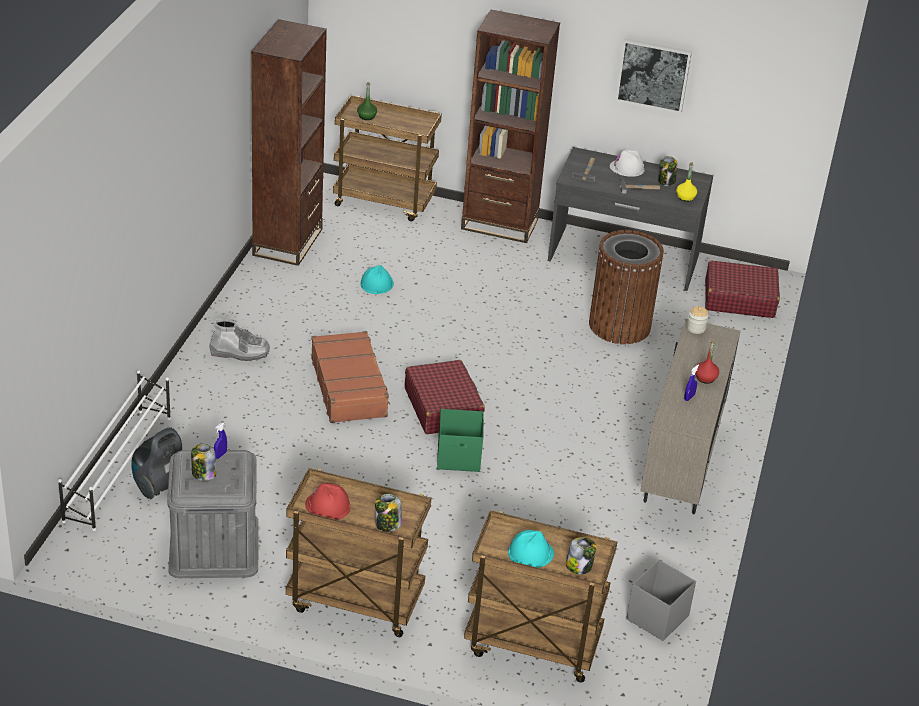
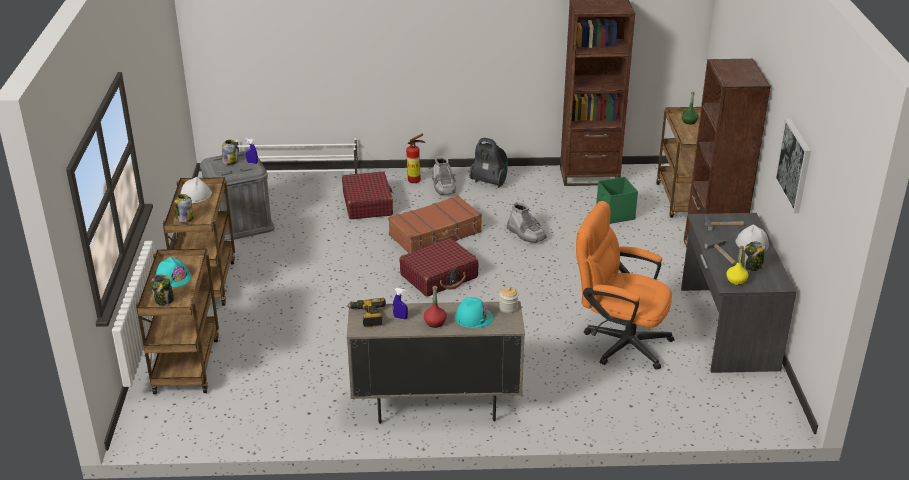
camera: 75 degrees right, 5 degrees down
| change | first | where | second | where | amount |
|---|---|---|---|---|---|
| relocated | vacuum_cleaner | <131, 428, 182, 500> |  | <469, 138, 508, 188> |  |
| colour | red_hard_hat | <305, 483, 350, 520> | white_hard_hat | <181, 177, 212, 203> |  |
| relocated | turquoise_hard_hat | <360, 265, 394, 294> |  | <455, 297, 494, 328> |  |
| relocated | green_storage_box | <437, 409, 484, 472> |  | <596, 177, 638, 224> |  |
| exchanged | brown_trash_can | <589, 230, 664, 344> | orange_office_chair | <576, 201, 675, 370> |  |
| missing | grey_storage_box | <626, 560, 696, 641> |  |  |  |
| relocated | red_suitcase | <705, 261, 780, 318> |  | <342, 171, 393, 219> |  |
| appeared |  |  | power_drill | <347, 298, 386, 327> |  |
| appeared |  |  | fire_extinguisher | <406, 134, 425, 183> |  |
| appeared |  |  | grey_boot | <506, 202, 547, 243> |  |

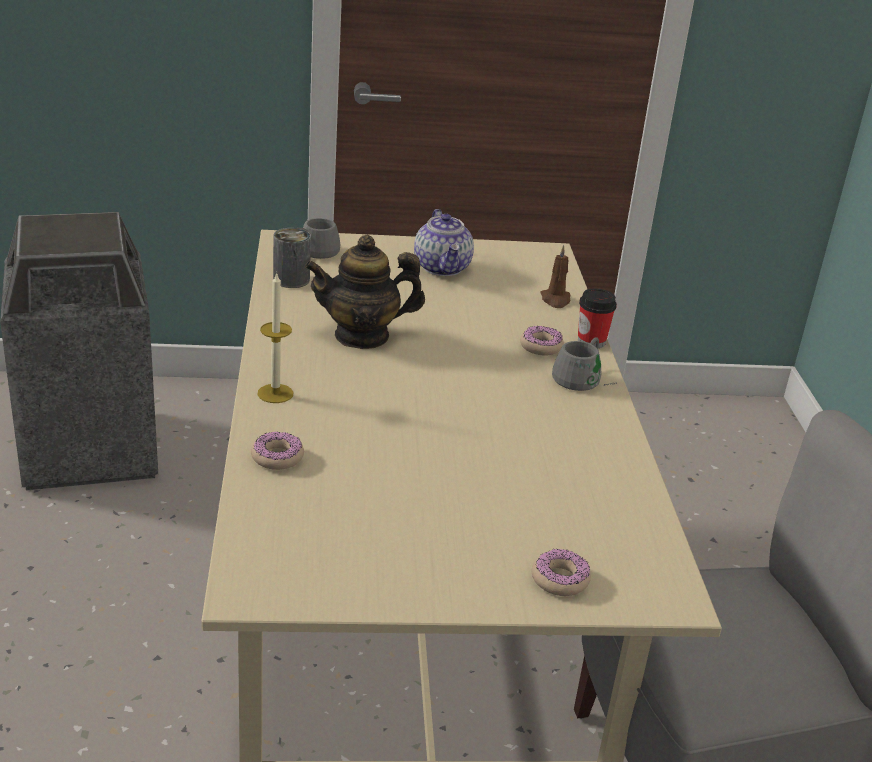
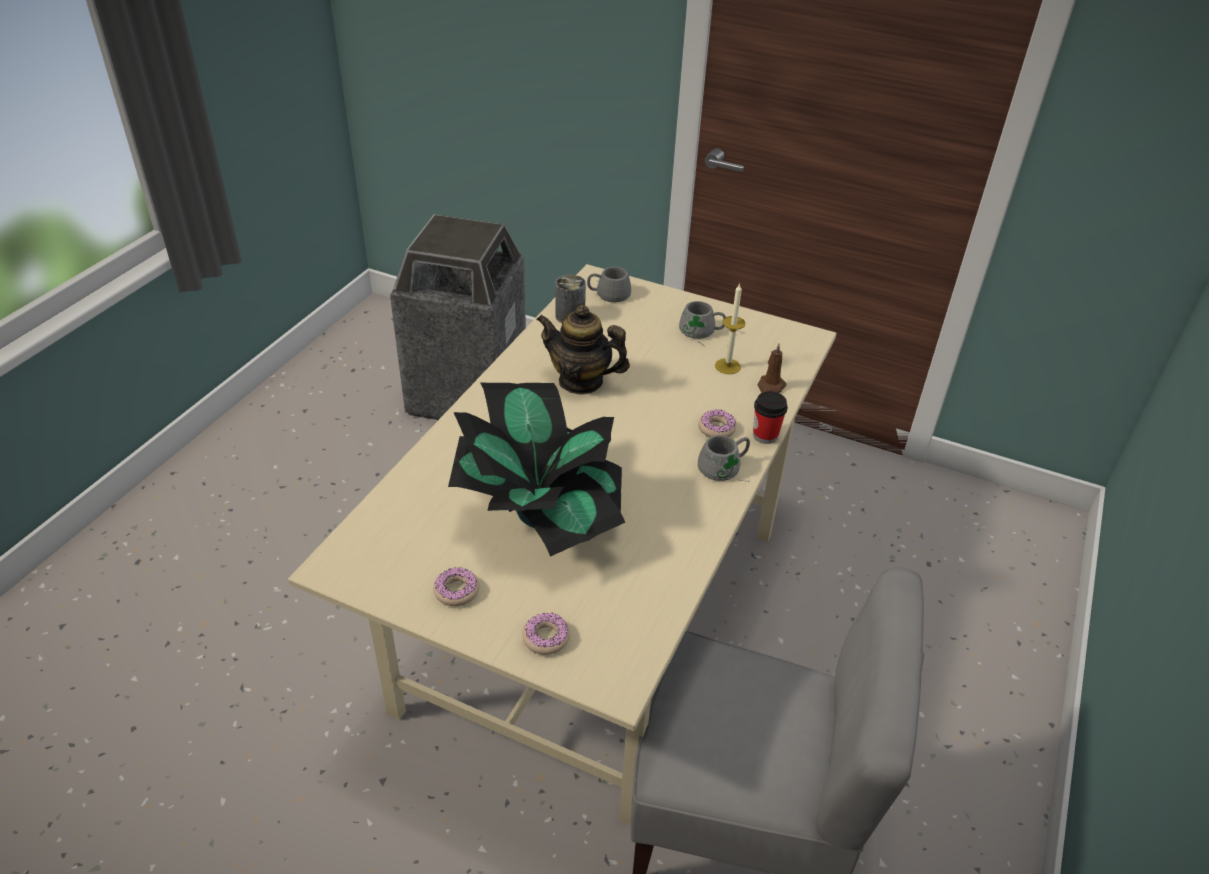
camera: 30 degrees right, 10 degrees up
| change | first | where | second | where | amount |
|---|---|---|---|---|---|
| relocated | donut | <251, 432, 304, 470> |  | <433, 567, 479, 606> |  |
| relocated | candle | <257, 272, 293, 403> |  | <715, 283, 745, 374> |  |
| exchanged | teapot | <414, 209, 474, 276> | grey_mug | <679, 301, 726, 347> |  |
| appeared |  |  | potted_plant | <448, 383, 625, 557> |  |

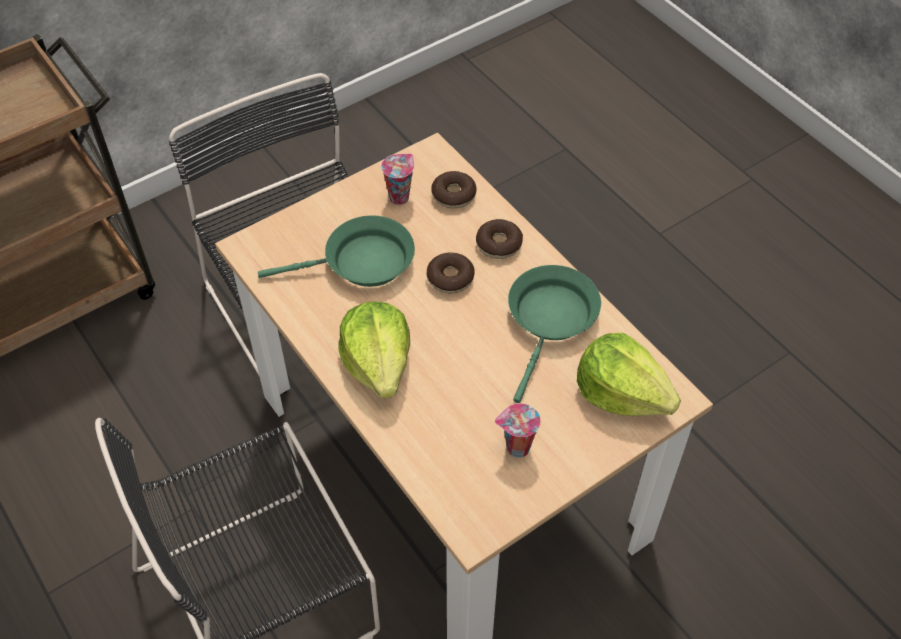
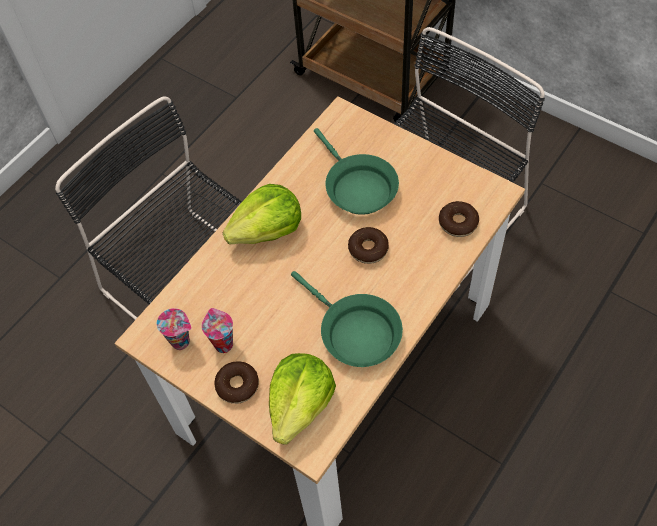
camera: 75 degrees right, 5 degrees up
| change | first | where | second | where | amount |
|---|---|---|---|---|---|
| relocated | cup | <381, 154, 414, 205> |  | <156, 308, 191, 350> |  |
| relocated | donut | <476, 219, 523, 259> |  | <214, 361, 259, 404> |  |
| spun | green_frying_pan | <508, 265, 601, 403> |  | <291, 271, 403, 367> | 45 degrees clockwise |

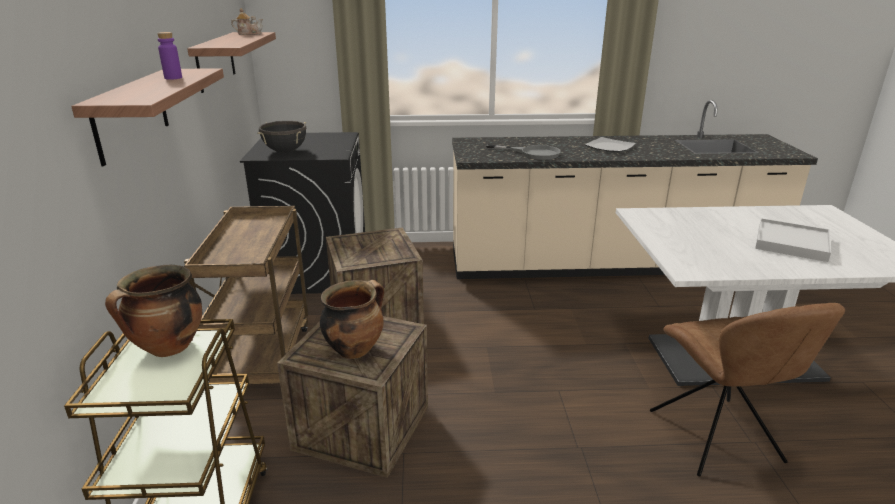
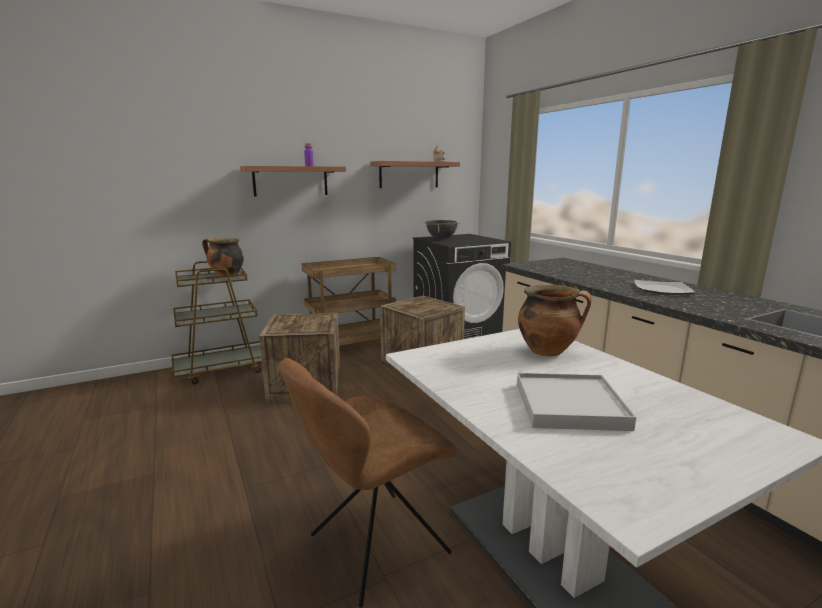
camera: 65 degrees right, 10 degrees down
| change | first | where | second | where | amount |
|---|---|---|---|---|---|
| relocated | cooking_pot | <320, 280, 384, 359> |  | <518, 285, 591, 356> |  |
| missing | grey_frying_pan | <486, 144, 561, 160> |  |  |  |

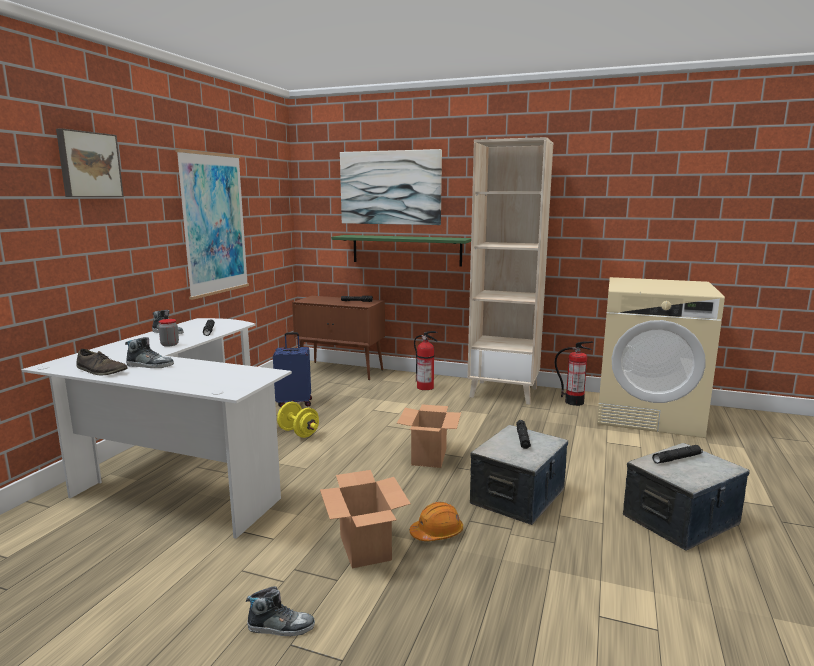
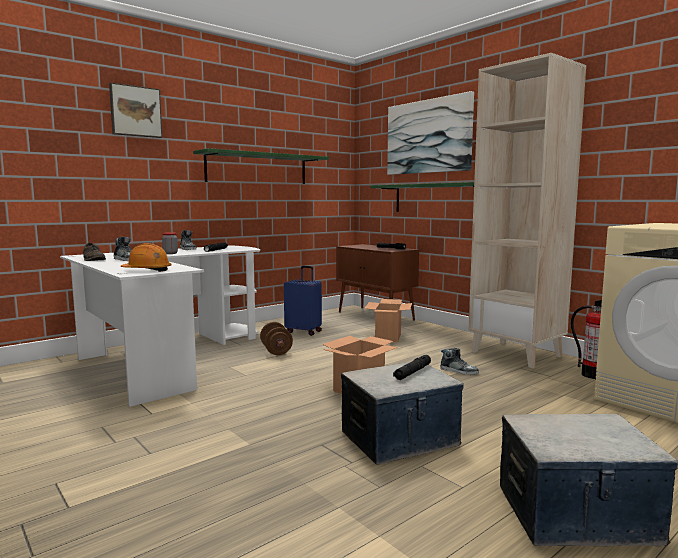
camera: 30 degrees right, 5 degrees down
| change | first | where | second | where | amount |
|---|---|---|---|---|---|
| exchanged | picture | <175, 149, 249, 300> | green_shelf | <193, 148, 329, 184> |  |
| relocated | shoe | <246, 586, 315, 636> |  | <440, 348, 479, 375> |  |
| colour | yellow_dumbbell | <277, 402, 319, 438> | brown_dumbbell | <260, 322, 293, 355> |  |
| relocated | cardboard_box | <320, 470, 411, 568> |  | <364, 299, 412, 342> |  |
| relocated | orange_hard_hat | <410, 502, 463, 541> |  | <121, 243, 172, 272> |  |
| missing | fire_extinguisher | <414, 331, 438, 390> |  |  |  |
| missing | black_flashlight | <652, 445, 703, 464> |  |  |  |

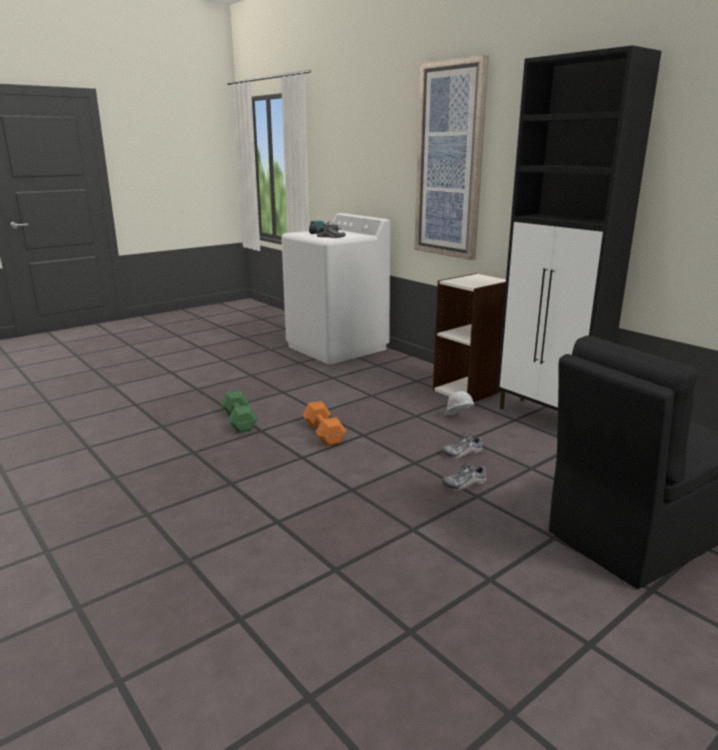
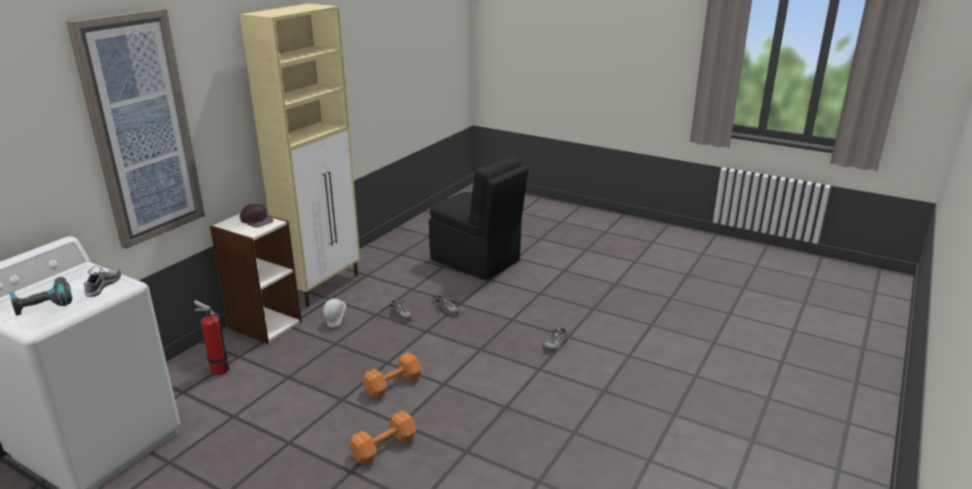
camera: 110 degrees left, 5 degrees up
| change | first | where | second | where | amount |
|---|---|---|---|---|---|
| colour | green_dumbbell | <221, 390, 258, 433> | orange_dumbbell | <349, 410, 416, 465> |  |
| colour | black_cabinet | <497, 45, 662, 411> | beige_cabinet | <240, 4, 360, 307> |  |
| appeared |  |  | fire_extinguisher | <194, 300, 230, 375> |  |
| appeared |  |  | brown_cap | <240, 204, 274, 228> |  |
| appeared |  |  | shoe | <542, 327, 567, 351> |  |

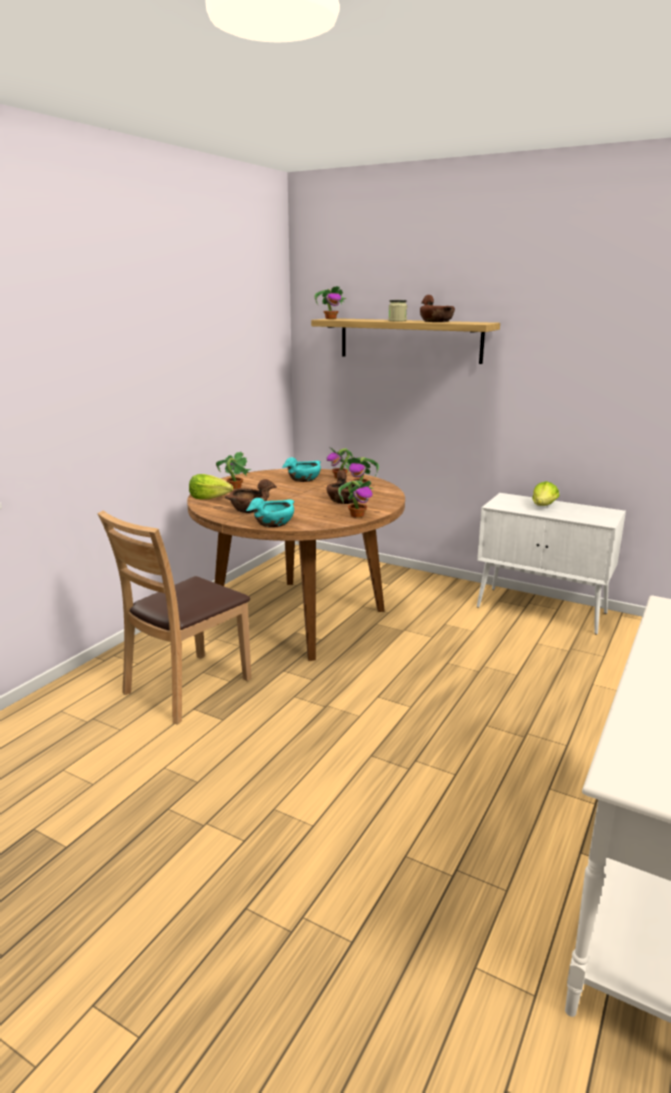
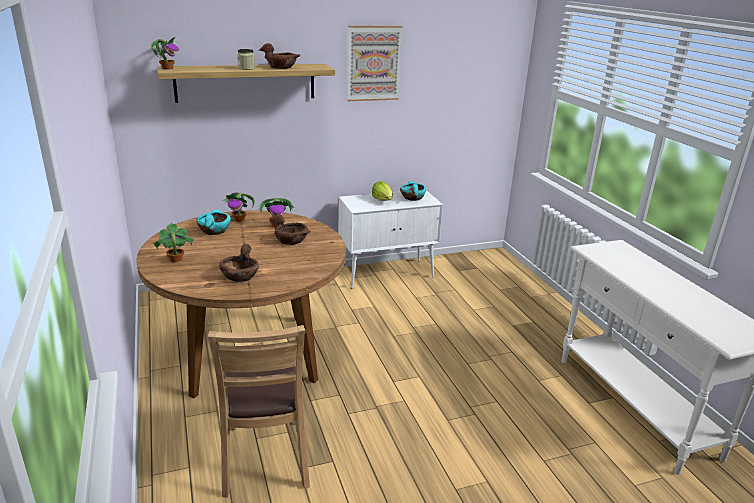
camera: 50 degrees left, 5 degrees up
| change | first | where | second | where | amount |
|---|---|---|---|---|---|
| missing | lettuce | <189, 474, 233, 499> |  |  |  |
| relocated | turquoise_bowl | <246, 498, 294, 527> |  | <400, 181, 426, 201> |  |
| missing | potted_plant | <338, 480, 374, 518> |  |  |  |
| appeared |  |  | picture | <347, 26, 402, 101> |  |

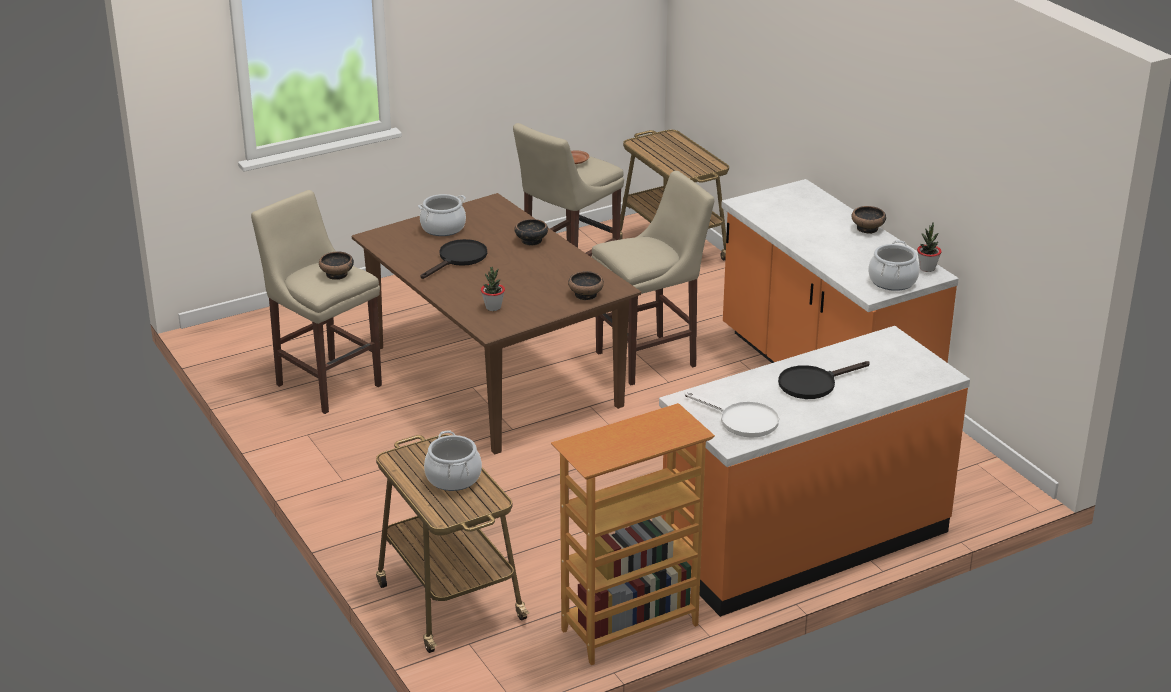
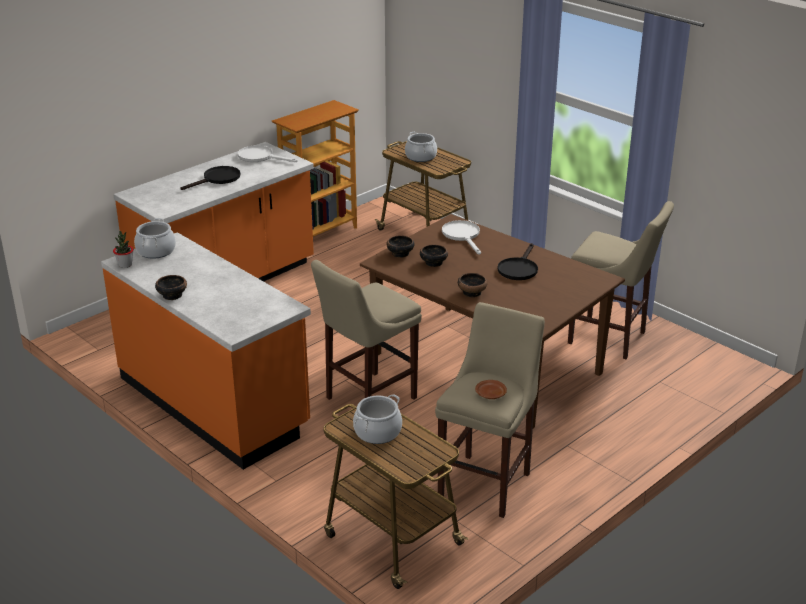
camera: 165 degrees right, 0 degrees up
| change | first | where | second | where | amount |
|---|---|---|---|---|---|
| relocated | bowl | <319, 252, 354, 280> |  | <420, 244, 448, 267> |  |
| relocated | cooking_pot | <418, 194, 466, 236> |  | <353, 394, 402, 444> |  |
| exchanged | potted_plant | <481, 267, 505, 311> | white_frying_pan | <442, 220, 481, 255> |  |

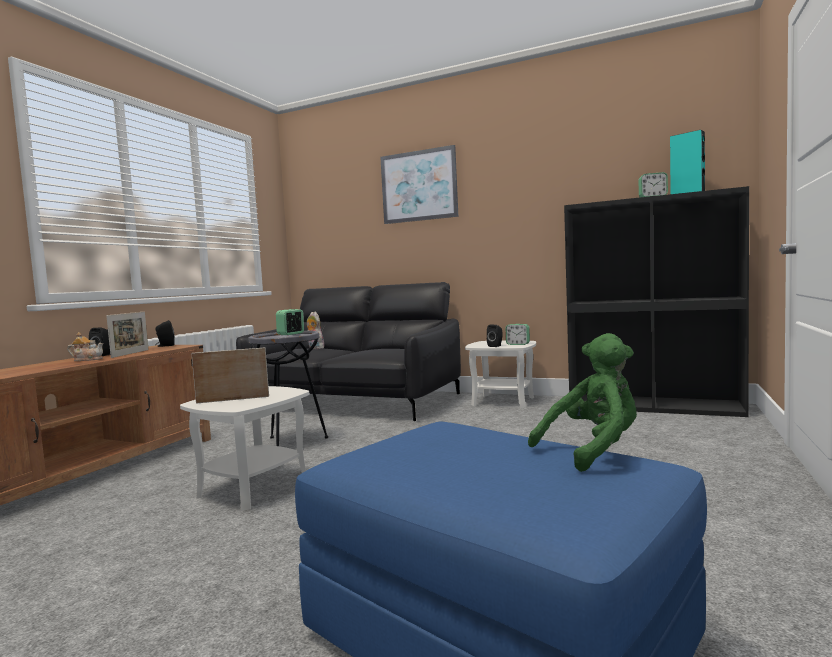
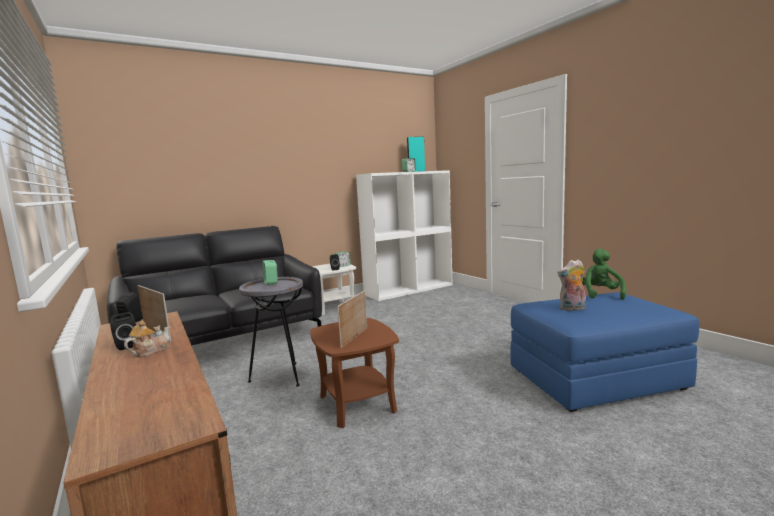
camera: 55 degrees left, 5 degrees up
| change | first | where | second | where | amount |
|---|---|---|---|---|---|
| colour | white_side_table | <180, 386, 309, 511> | brown_side_table | <310, 318, 399, 428> |  |
| relocated | plush_toy | <307, 312, 324, 349> |  | <557, 259, 586, 311> |  |
| missing | picture | <380, 145, 458, 224> |  |  |  |
| colour | black_bookcase | <564, 186, 749, 417> | white_bookcase | <356, 170, 453, 301> |  |

